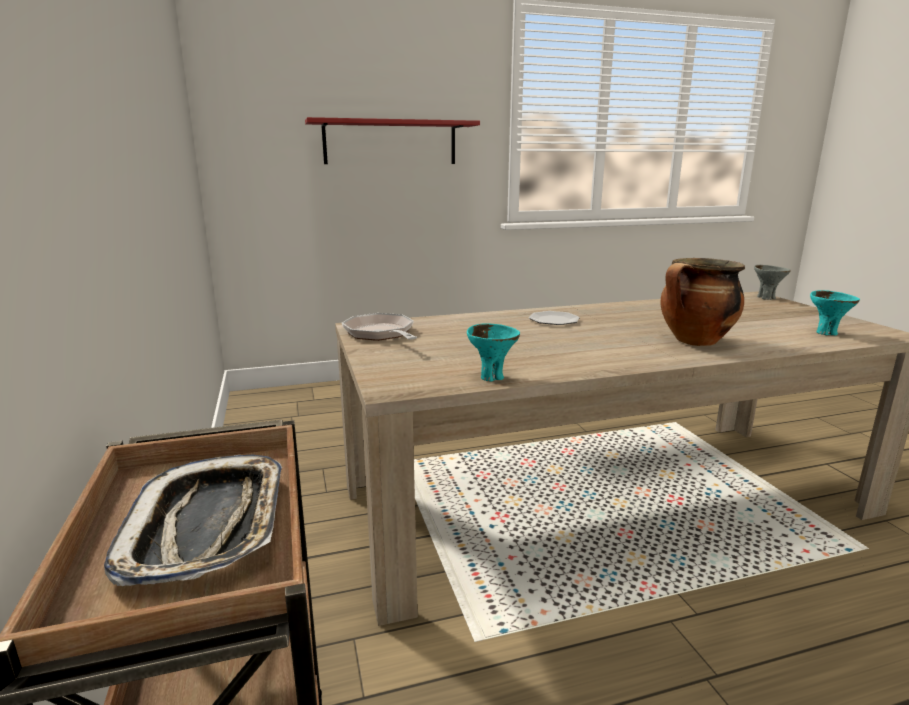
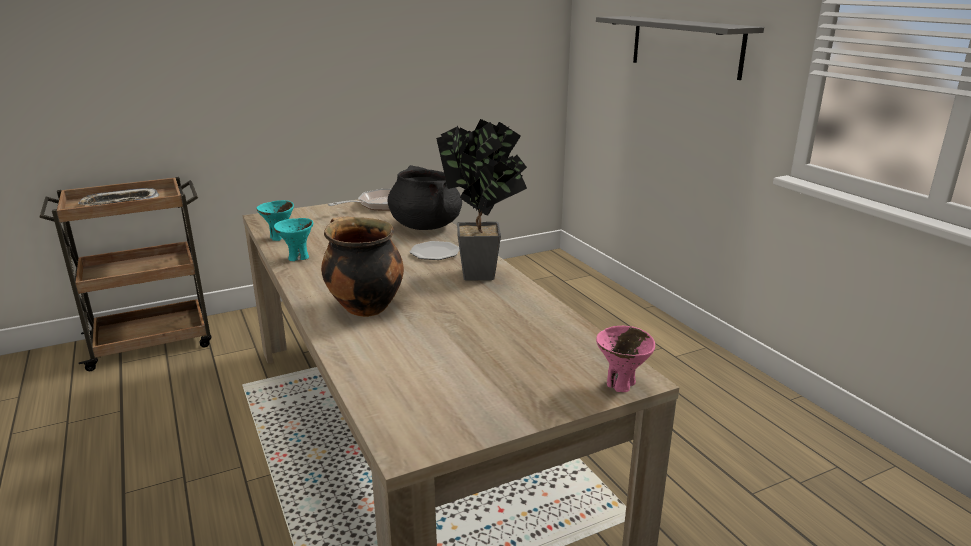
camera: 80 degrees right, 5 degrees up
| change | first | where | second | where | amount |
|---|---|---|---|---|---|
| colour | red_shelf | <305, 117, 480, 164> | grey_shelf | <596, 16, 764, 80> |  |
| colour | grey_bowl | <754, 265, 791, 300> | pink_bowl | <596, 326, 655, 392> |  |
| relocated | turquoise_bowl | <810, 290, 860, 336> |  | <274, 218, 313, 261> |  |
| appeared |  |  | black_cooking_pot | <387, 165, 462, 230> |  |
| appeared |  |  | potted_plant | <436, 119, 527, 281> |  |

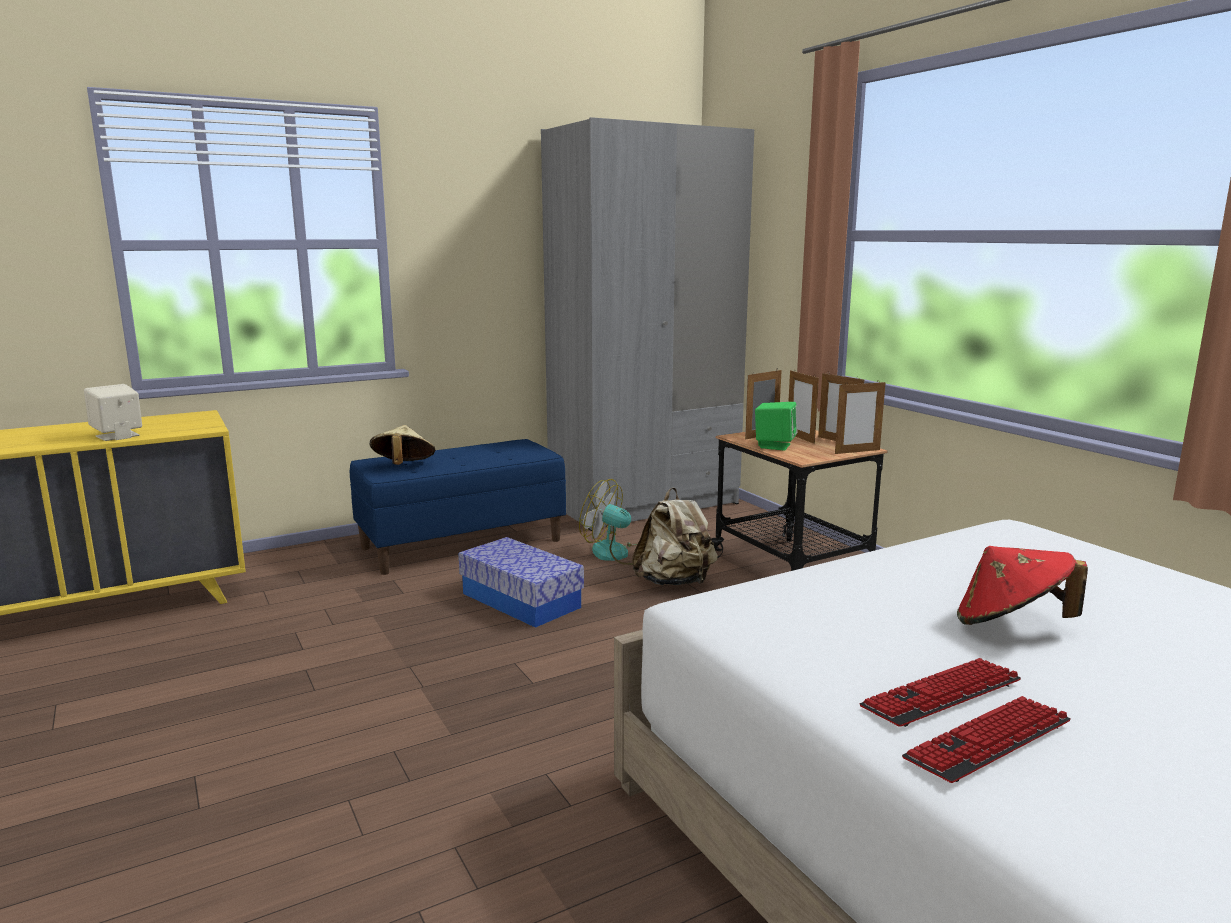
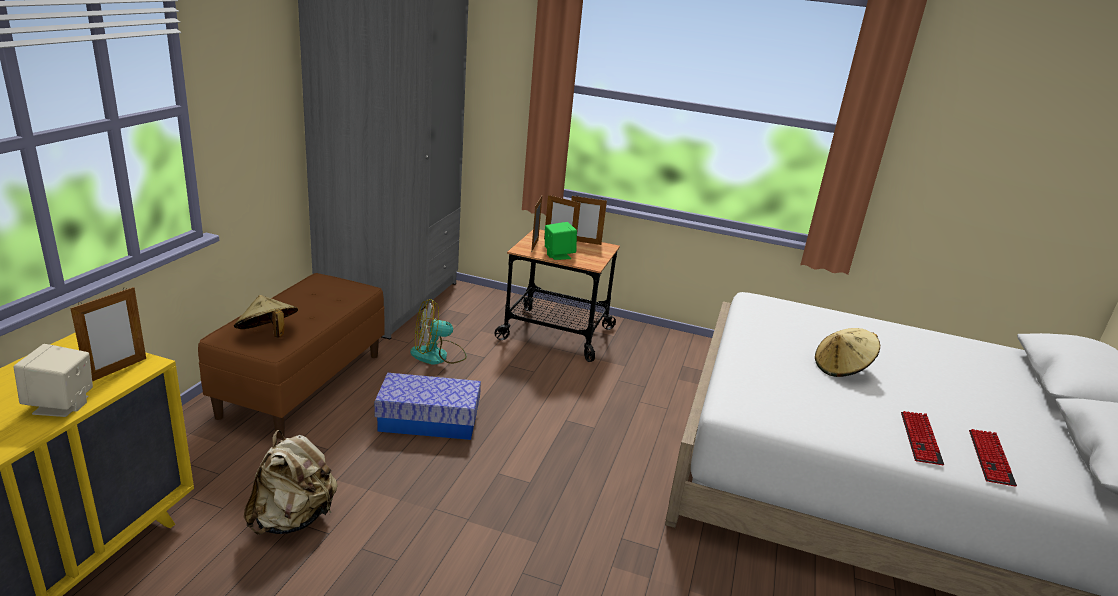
camera: 45 degrees left, 10 degrees up
| change | first | where | second | where | amount |
|---|---|---|---|---|---|
| colour | blue_bench | <350, 439, 566, 575> | brown_bench | <198, 273, 385, 439> |  |
| relocated | beige_backpack | <632, 488, 718, 586> |  | <244, 430, 338, 535> |  |
| relocated | picture_frame | <835, 381, 886, 454> |  | <70, 287, 146, 382> |  |
| relocated | keyboard | <859, 658, 1021, 727> |  | <969, 429, 1017, 487> |  |
| colour | red_hat | <957, 546, 1088, 625> | beige_hat | <815, 328, 880, 377> |  |

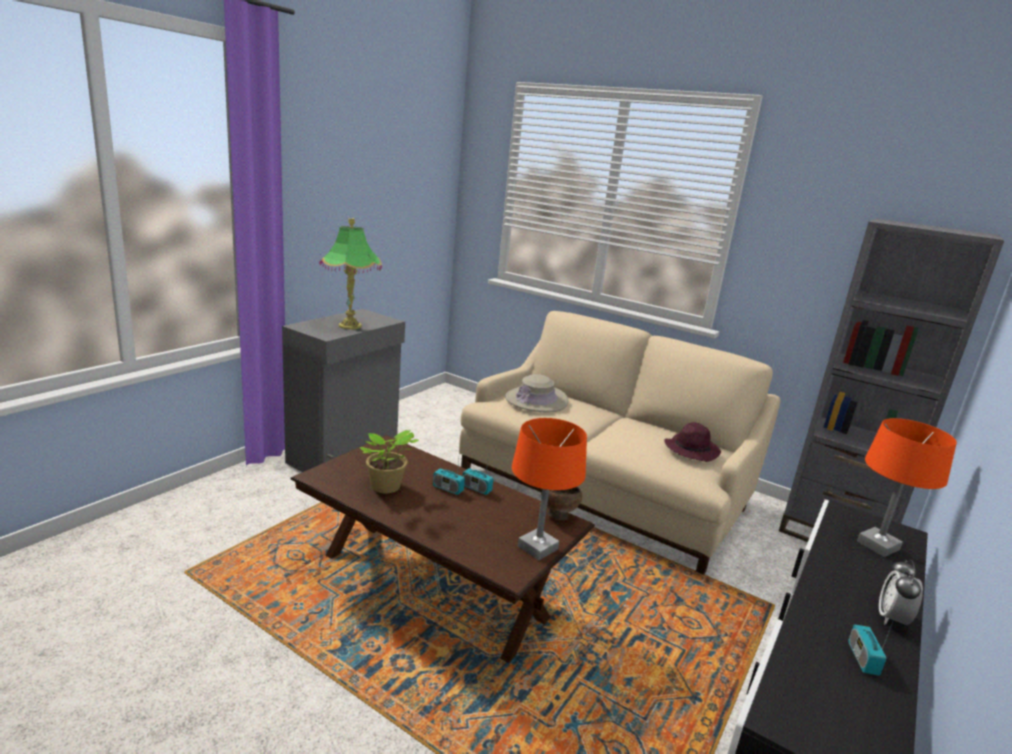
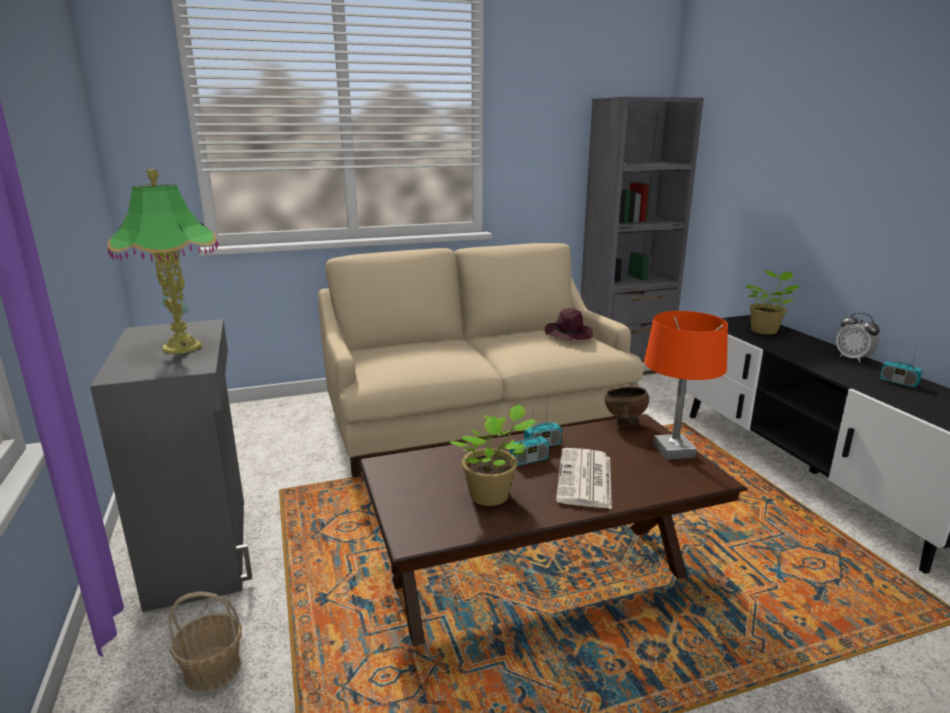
camera: 50 degrees left, 0 degrees up
| change | first | where | second | where | amount |
|---|---|---|---|---|---|
| missing | beige_hat | <505, 374, 568, 412> |  |  |  |
| exchanged | orange_table_lamp | <857, 418, 957, 557> | potted_plant | <744, 270, 800, 335> |  |
| appeared |  |  | basket | <169, 591, 242, 693> |  |
| appeared |  |  | newspaper | <556, 448, 612, 509> |  |

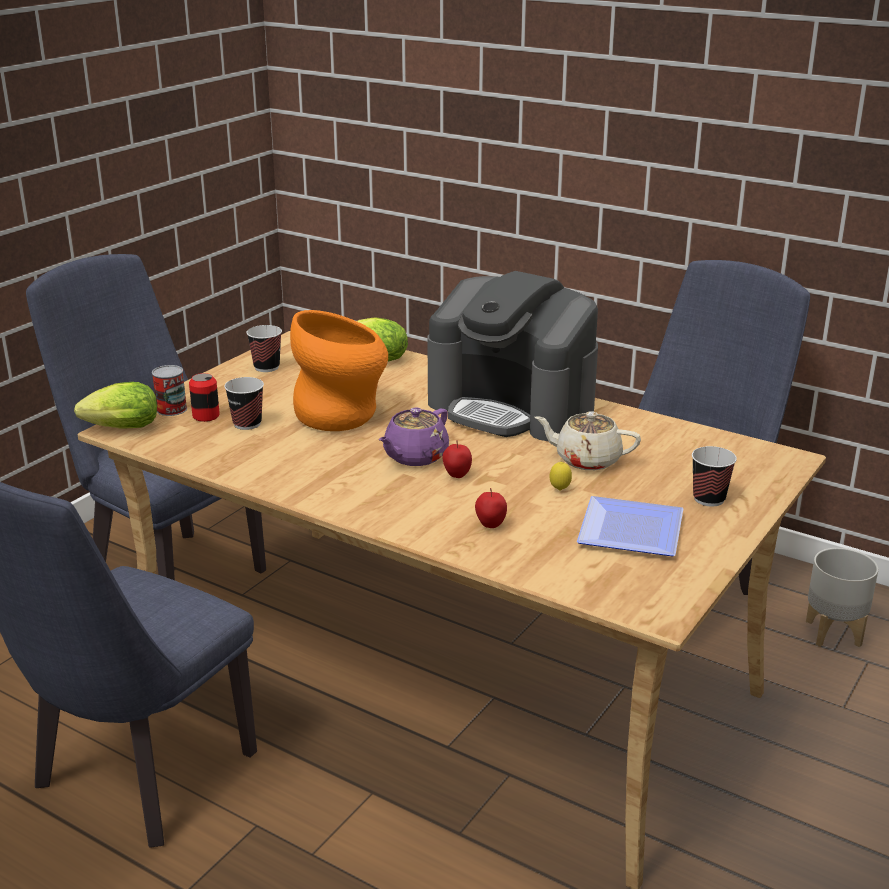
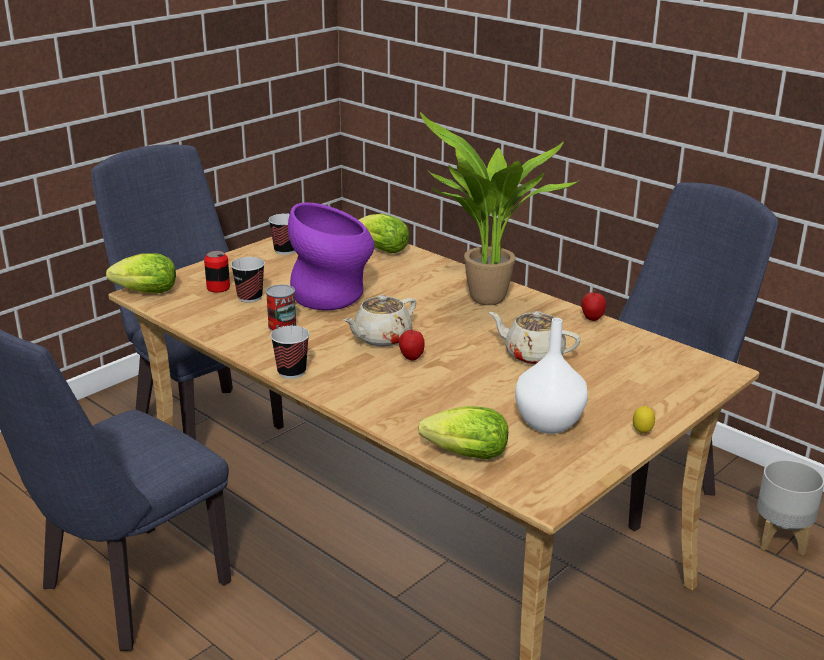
camera: 10 degrees right, 0 degrees up
| change | first | where | second | where | amount |
|---|---|---|---|---|---|
| relocated | can | <152, 365, 187, 416> |  | <266, 284, 297, 331> |  |
| colour | orange_vase | <290, 310, 388, 431> | purple_vase | <288, 202, 374, 310> |  |
| colour | purple_teapot | <379, 407, 449, 466> | beige_teapot | <343, 295, 416, 347> |  |
| exchanged | coffee_machine | <427, 271, 598, 441> | potted_plant | <420, 112, 578, 305> |  |
| relocated | apple | <475, 488, 507, 528> |  | <581, 289, 606, 321> |  |
| relocated | lemon | <550, 462, 572, 490> |  | <633, 406, 655, 434> |  |
| exchanged | plate | <577, 496, 684, 557> | white_vase | <515, 318, 588, 434> |  |
| relocated | cup | <692, 446, 737, 507> |  | <270, 326, 309, 379> |  |
| appeared |  |  | lettuce | <418, 406, 508, 459> |  |

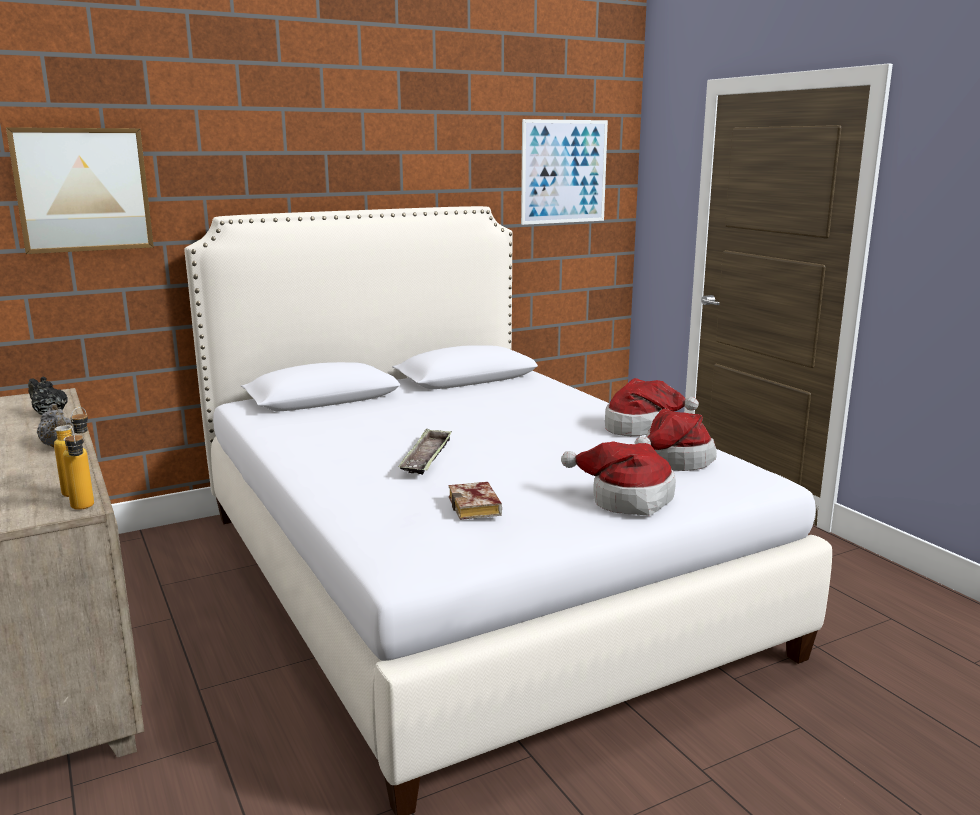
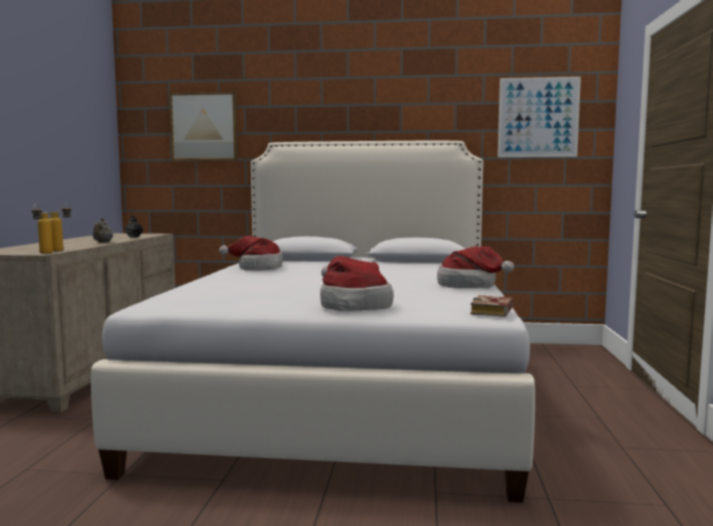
camera: 35 degrees right, 10 degrees down
| change | first | where | second | where | amount |
|---|---|---|---|---|---|
| missing | tray | <398, 428, 452, 475> |  |  |  |
| relocated | book | <449, 482, 502, 520> |  | <470, 295, 513, 317> |  |
| relocated | hat | <635, 409, 717, 471> |  | <219, 236, 283, 270> |  |

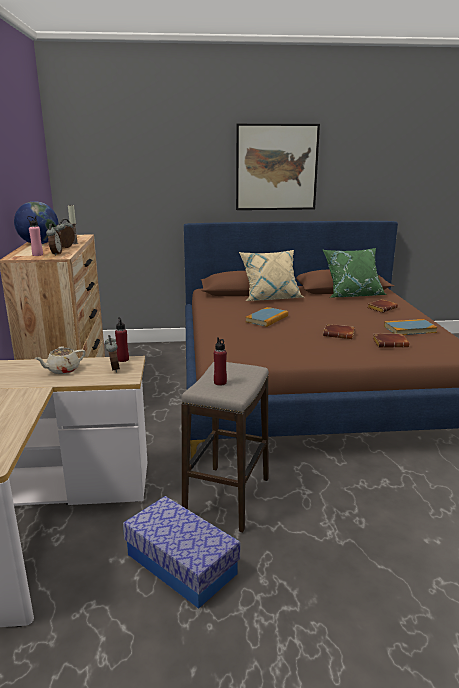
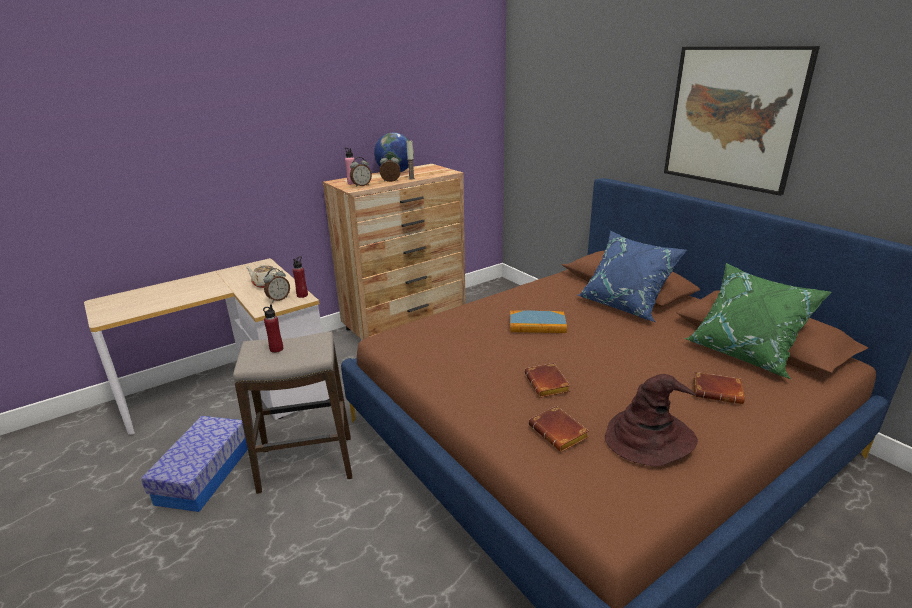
camera: 60 degrees right, 5 degrees up
| change | first | where | second | where | amount |
|---|---|---|---|---|---|
| colour | beige_pillow | <239, 250, 303, 301> | blue_pillow | <578, 230, 687, 322> |  |
| exchanged | book | <384, 319, 438, 335> | brown_hat | <605, 374, 698, 467> |  |

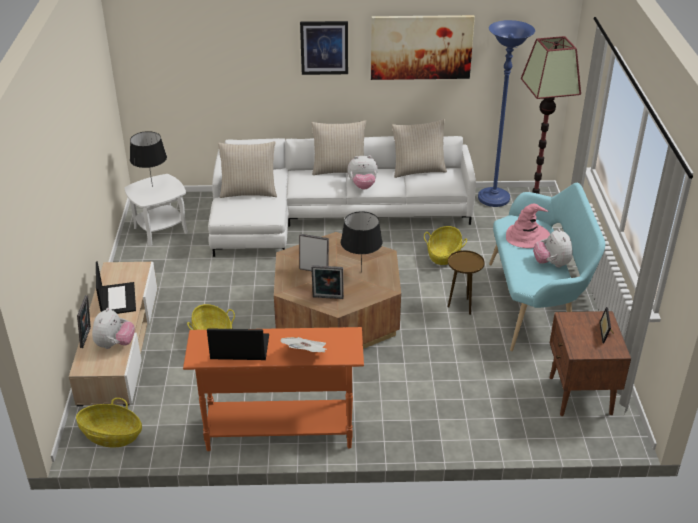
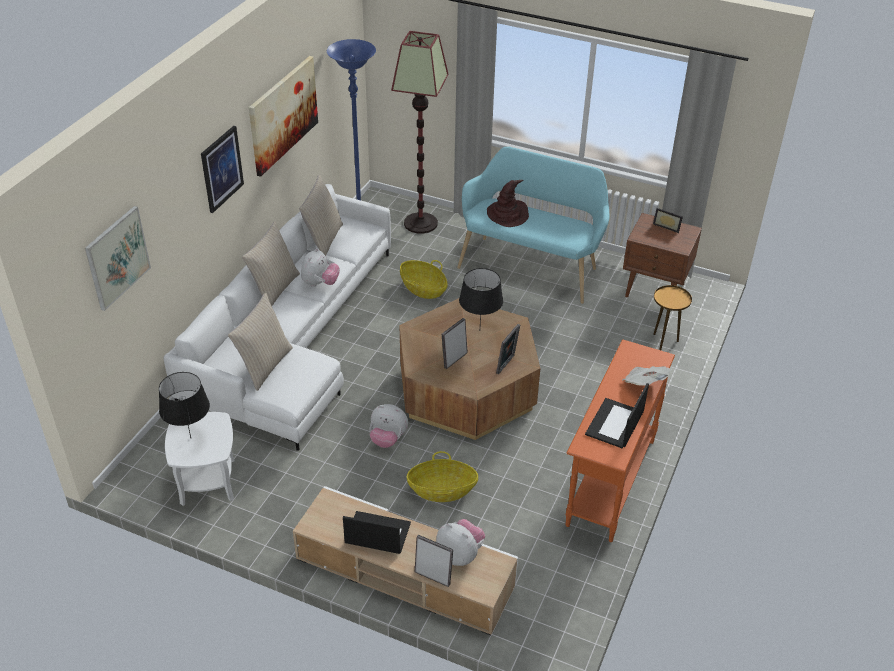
camera: 65 degrees left, 5 degrees up
| change | first | where | second | where | amount |
|---|---|---|---|---|---|
| missing | basket | <76, 398, 142, 448> |  |  |  |
| relocated | brown_side_table | <448, 250, 485, 315> |  | <653, 285, 692, 350> |  |
| colour | pink_hat | <506, 204, 550, 248> | brown_hat | <487, 180, 529, 227> |  |
| relocated | plush_toy | <533, 228, 573, 268> |  | <369, 404, 408, 448> |  |
| appeared |  |  | picture | <85, 206, 151, 311> |  |

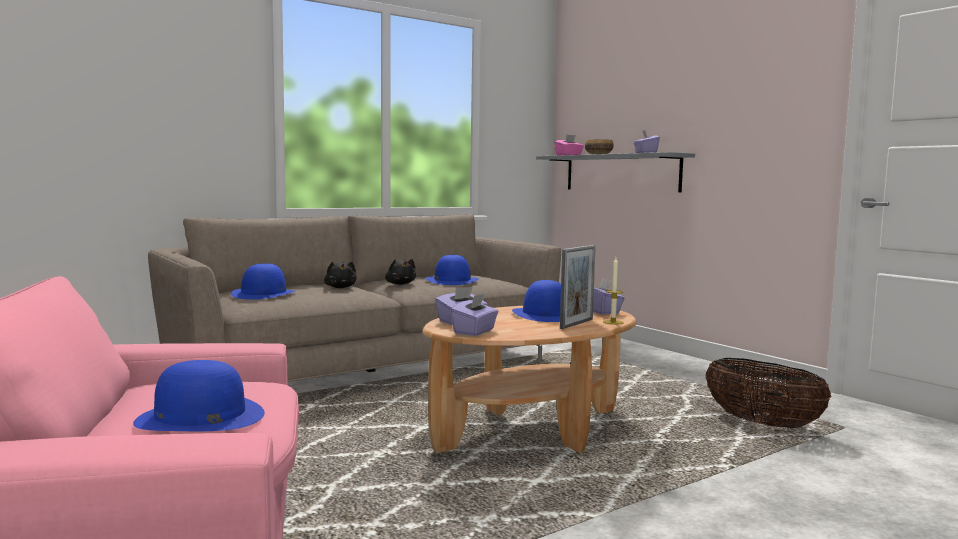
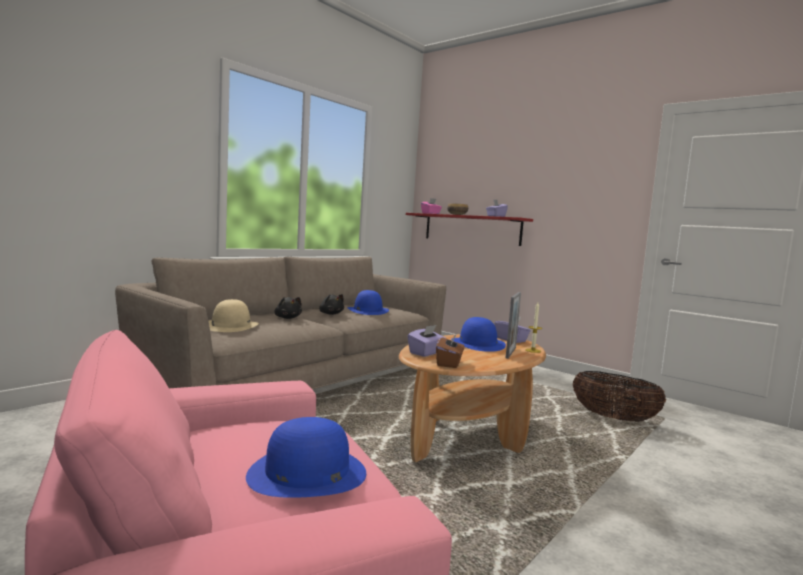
camera: 15 degrees left, 0 degrees up
| change | first | where | second | where | amount |
|---|---|---|---|---|---|
| colour | blue_hat | <231, 264, 295, 300> | beige_hat | <209, 299, 259, 332> |  |
| colour | purple_tissue_box | <450, 294, 499, 336> | brown_tissue_box | <436, 333, 465, 368> |  |
| colour | grey_shelf | <536, 152, 695, 192> | red_shelf | <406, 213, 533, 246> |  |

